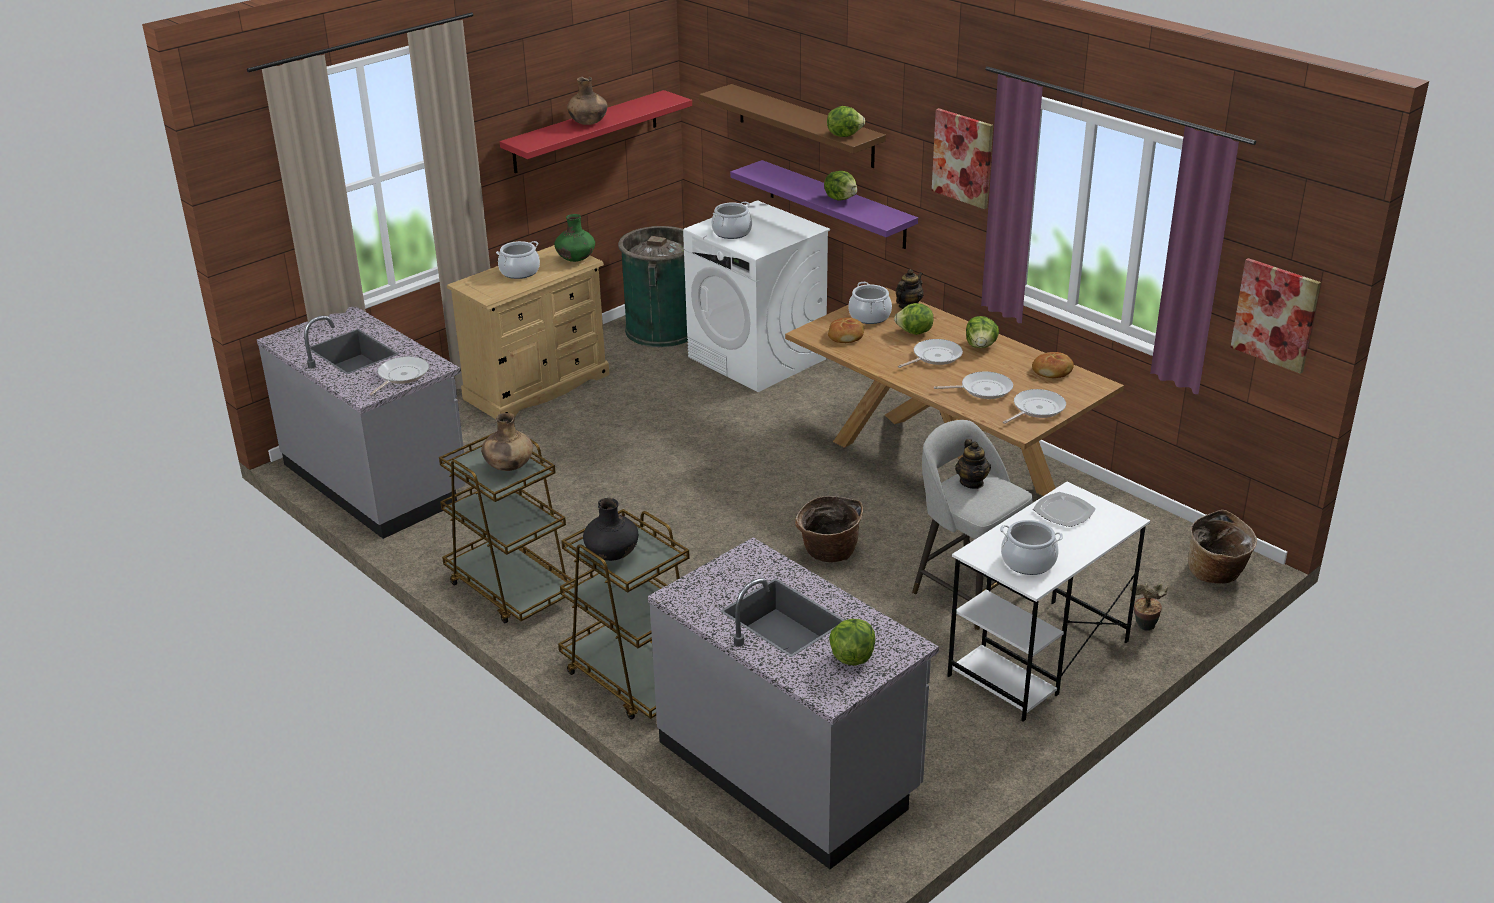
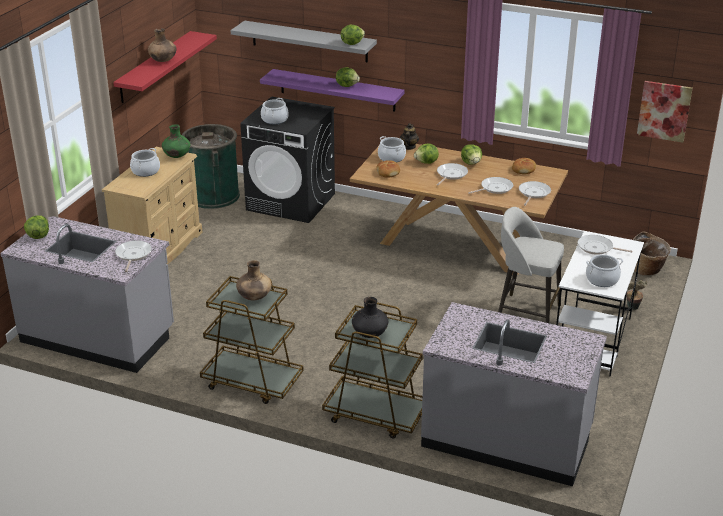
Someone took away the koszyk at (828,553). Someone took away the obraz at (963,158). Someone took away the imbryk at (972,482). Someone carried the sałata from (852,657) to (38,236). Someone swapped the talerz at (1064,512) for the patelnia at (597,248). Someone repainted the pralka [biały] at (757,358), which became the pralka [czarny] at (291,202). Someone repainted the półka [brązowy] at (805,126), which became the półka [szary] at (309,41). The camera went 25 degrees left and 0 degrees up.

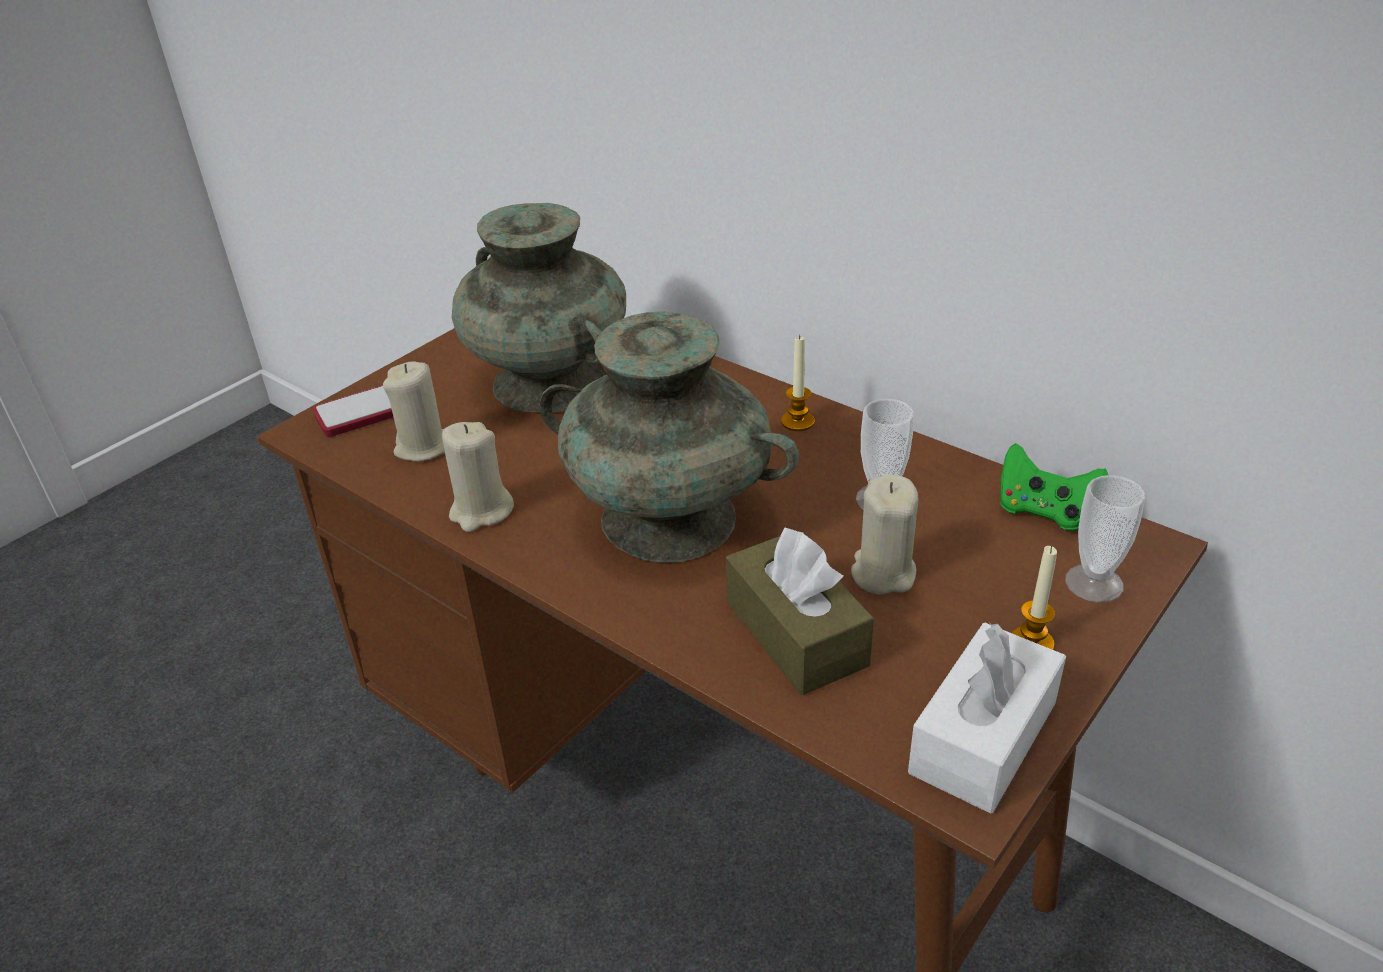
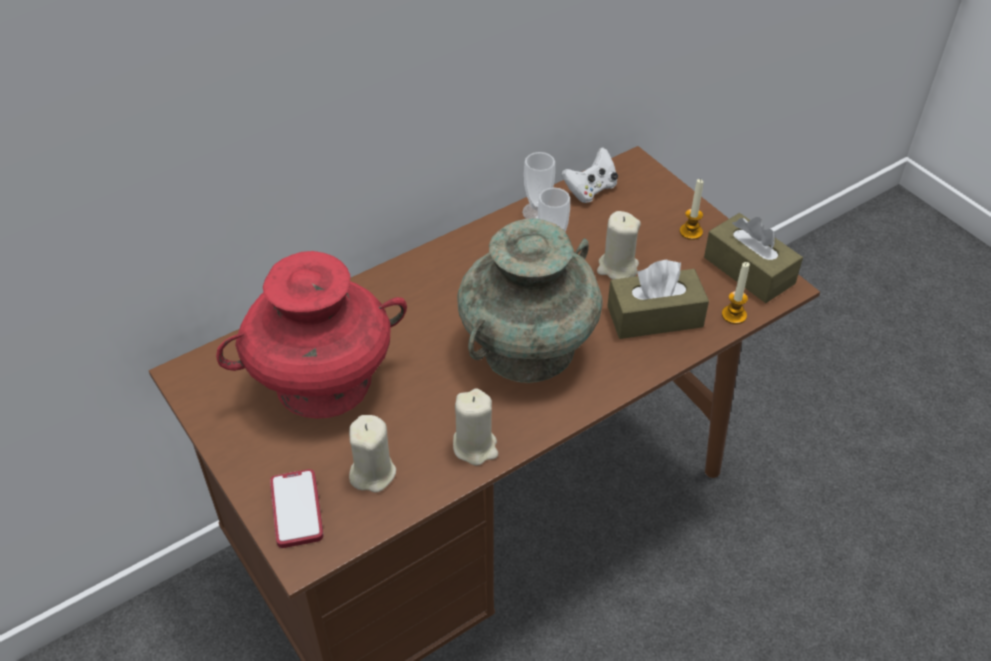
Someone carried the świeca from (797,422) to (734,315). Someone carried the filiżanka from (1094,583) to (538,212). Someone repainted the wazon [turkusowy] at (548,382), which became the wazon [czerwony] at (322,382). Someone repainted the pudełko chusteczek [biały] at (983,738), which became the pudełko chusteczek [brązowy] at (749,270). Someone repainted the pad do gier [zielony] at (1044,511), which became the pad do gier [biały] at (590,190). The camera went 75 degrees left and 10 degrees up.

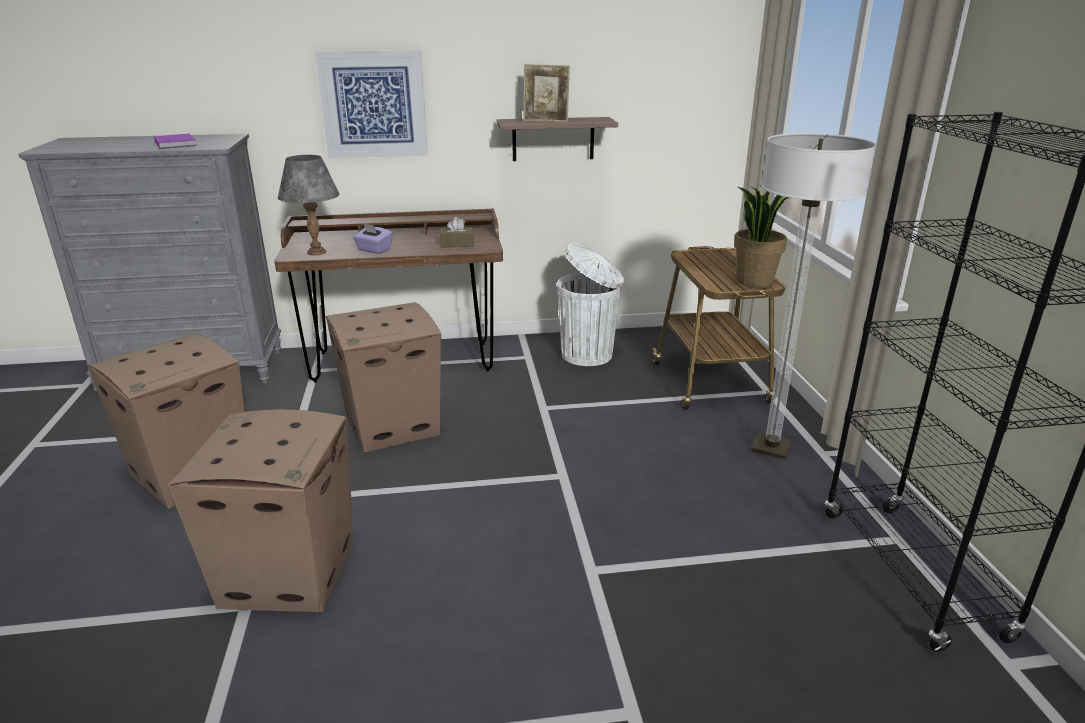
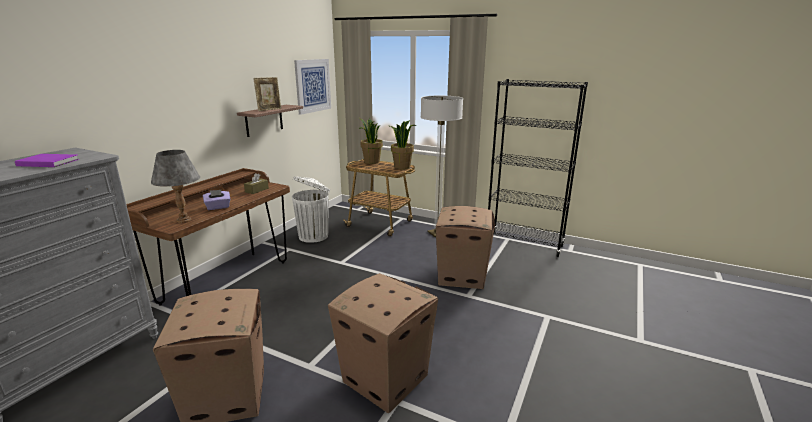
Someone put down the roślina doniczkowa at (371,162). Someone carried the obraz from (373,104) to (313,85). Someone carried the karton from (393,425) to (462,276). The camera went 55 degrees left and 5 degrees down.

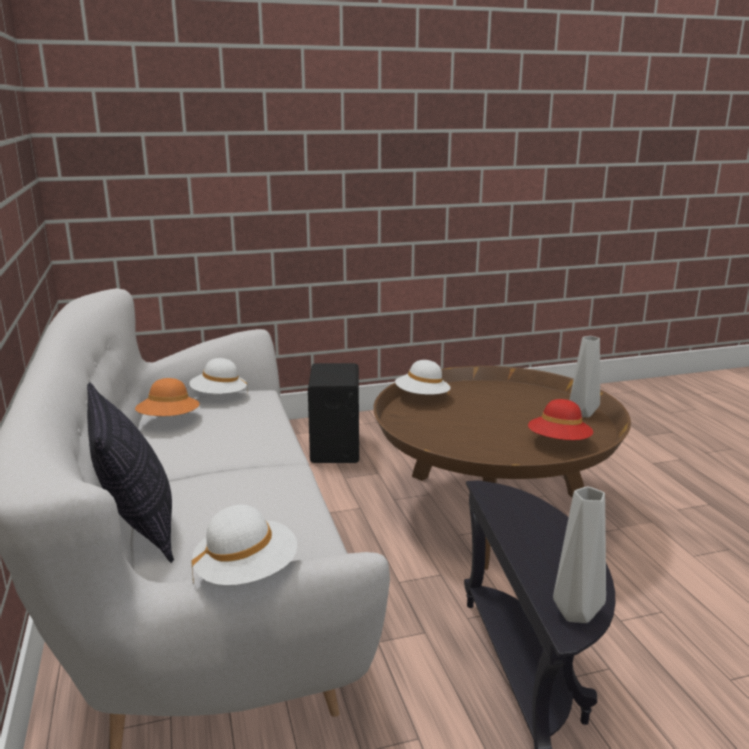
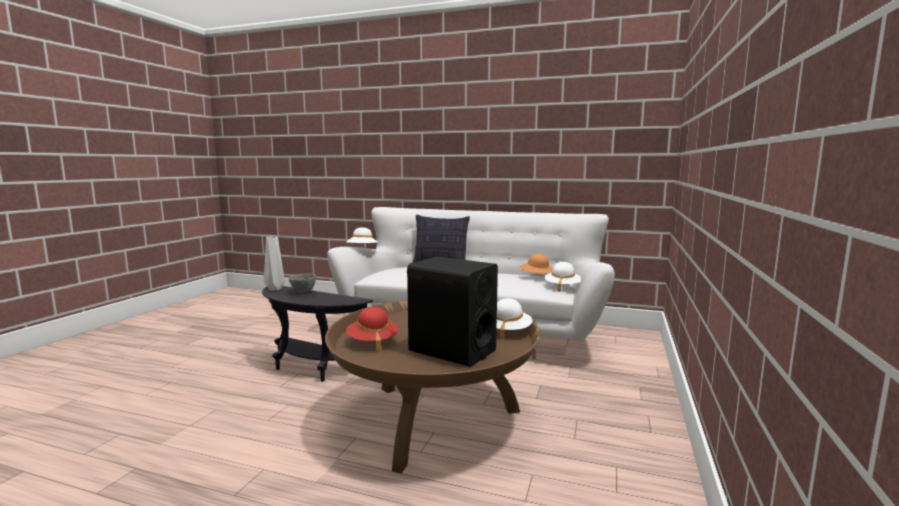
Someone took away the wazon [szary] at (581,413). Someone put down the miska [szary] at (303,292). Someone carried the głośnik [czarny] from (335,448) to (451,350). The camera went 125 degrees right and 10 degrees down.

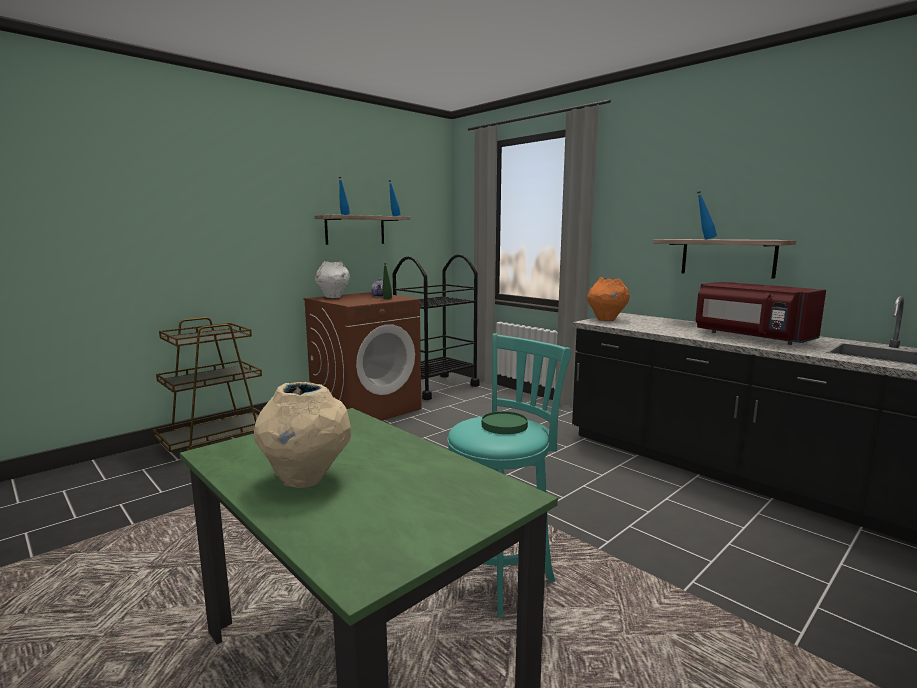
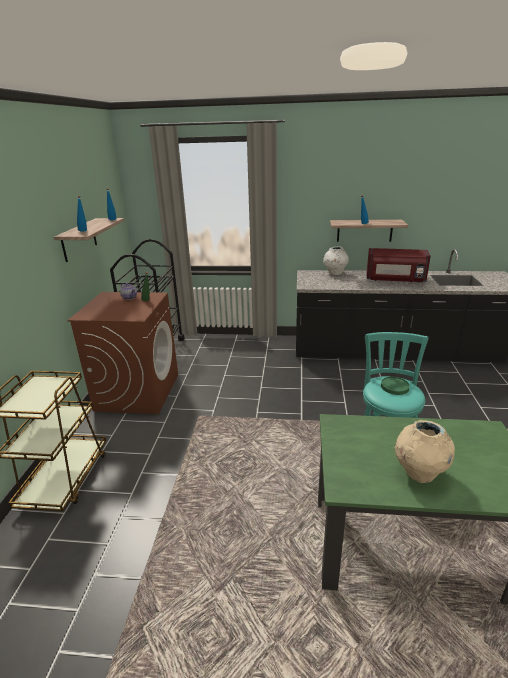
Someone took away the wazon [pomarańczowy] at (606,319). Someone carried the wazon [biały] from (333,297) to (335,273). The camera went 40 degrees left and 15 degrees up.

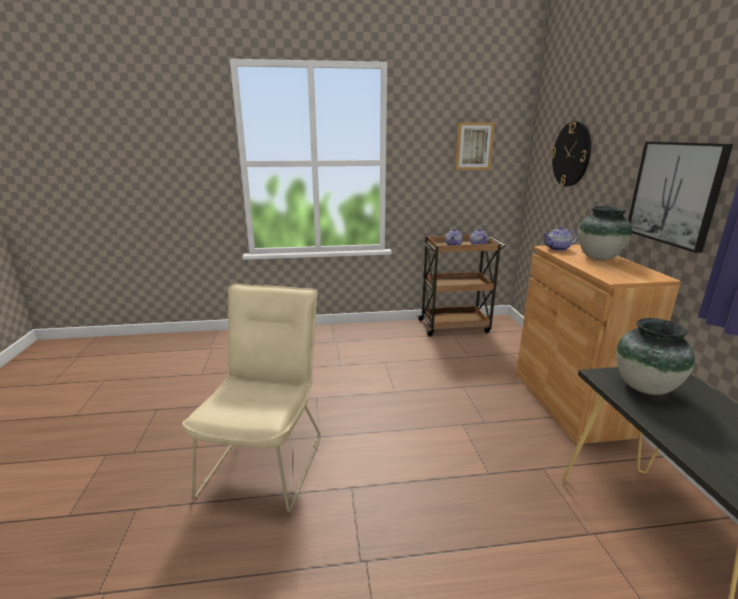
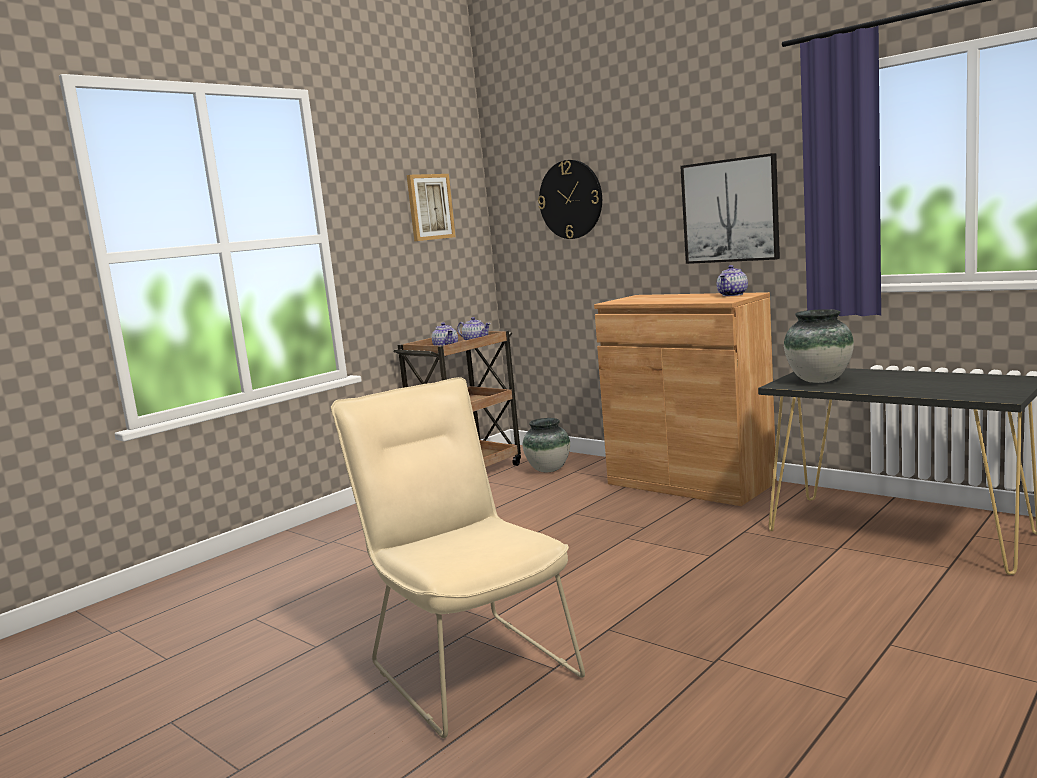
Someone carried the imbryk from (558,249) to (733,295). Someone carried the wazon from (598,257) to (548,470). The camera went 40 degrees left and 10 degrees down.

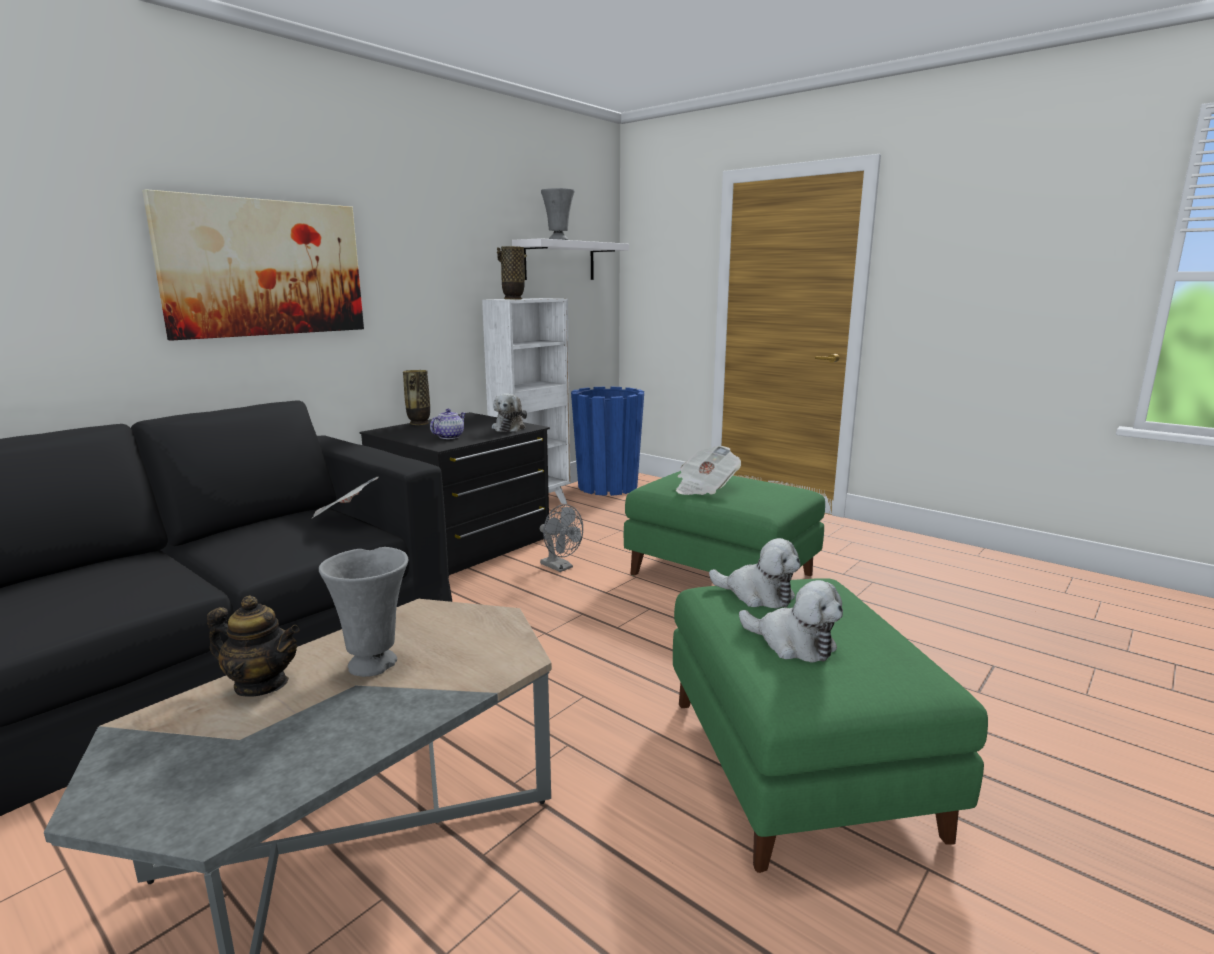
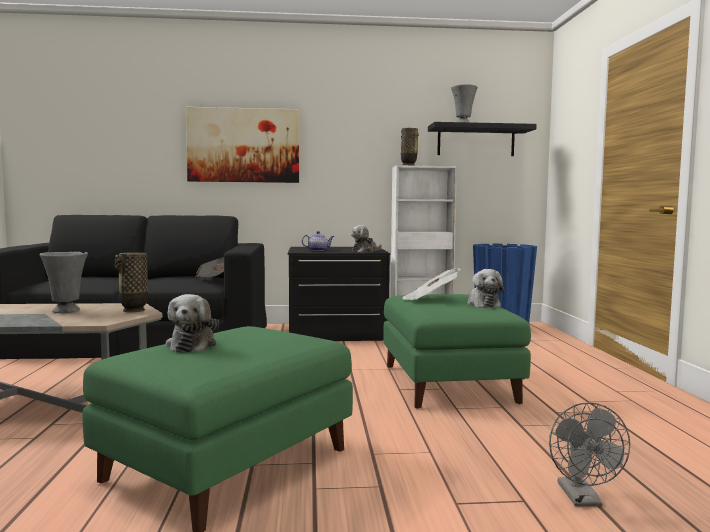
Someone took away the imbryk at (261,684). Someone carried the wazon from (419,423) to (134,311). Someone carried the wentylator [szary] from (560,567) to (583,499). Someone carried the pluszak from (757,595) to (482,304). Someone repainted the półka [biały] at (559,261), which became the półka [czarny] at (476,141). The camera went 45 degrees right and 10 degrees down.

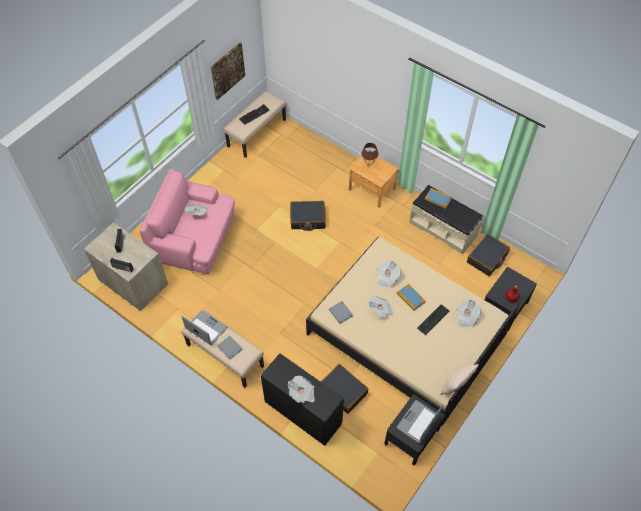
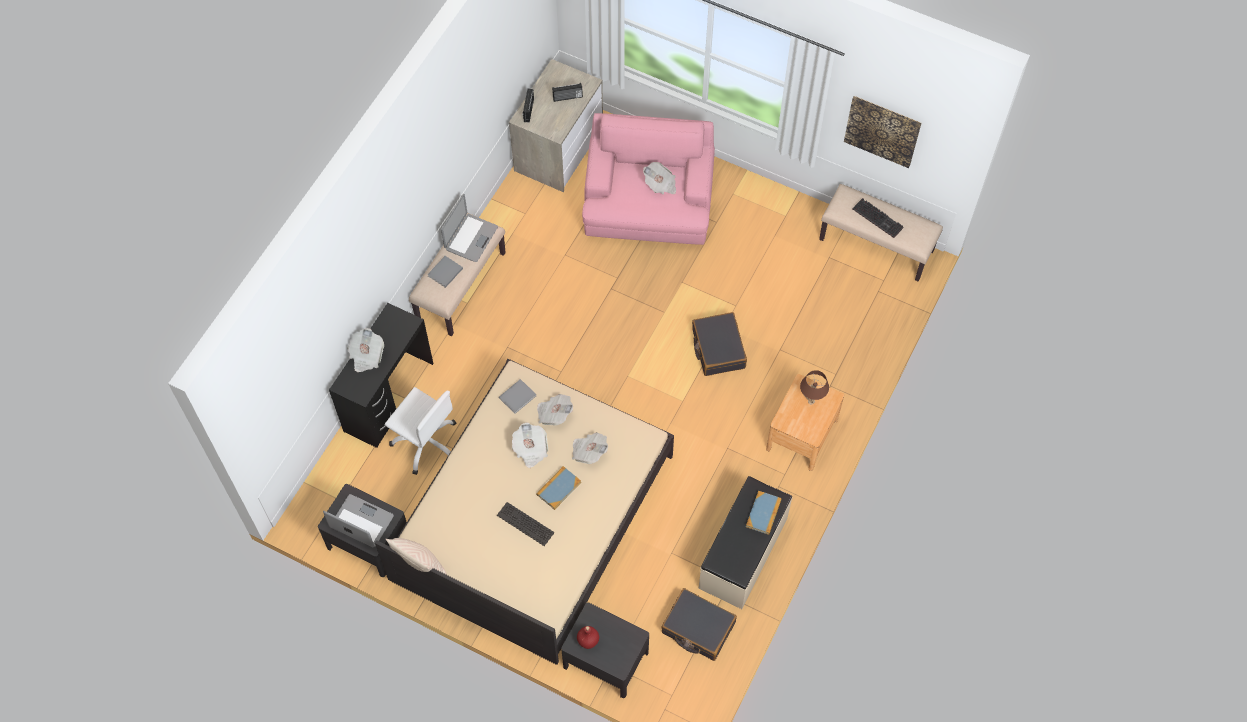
Someone carried the gazeta from (466,317) to (554,414). Someone swapped the walizka [czarny] at (343,391) for the krzesło biurowe [biały] at (426,442). The camera went 80 degrees right and 5 degrees up.

